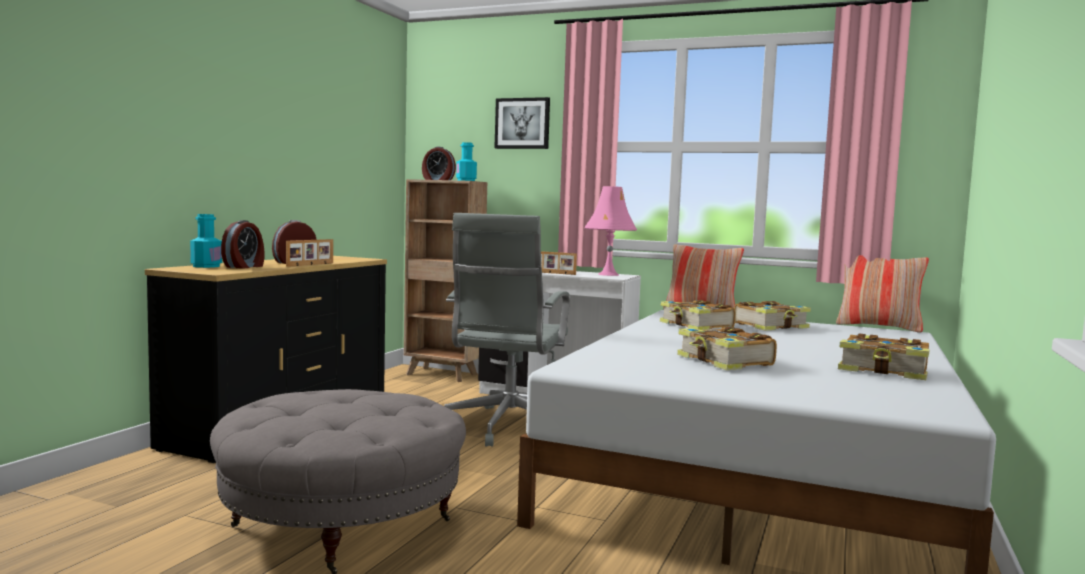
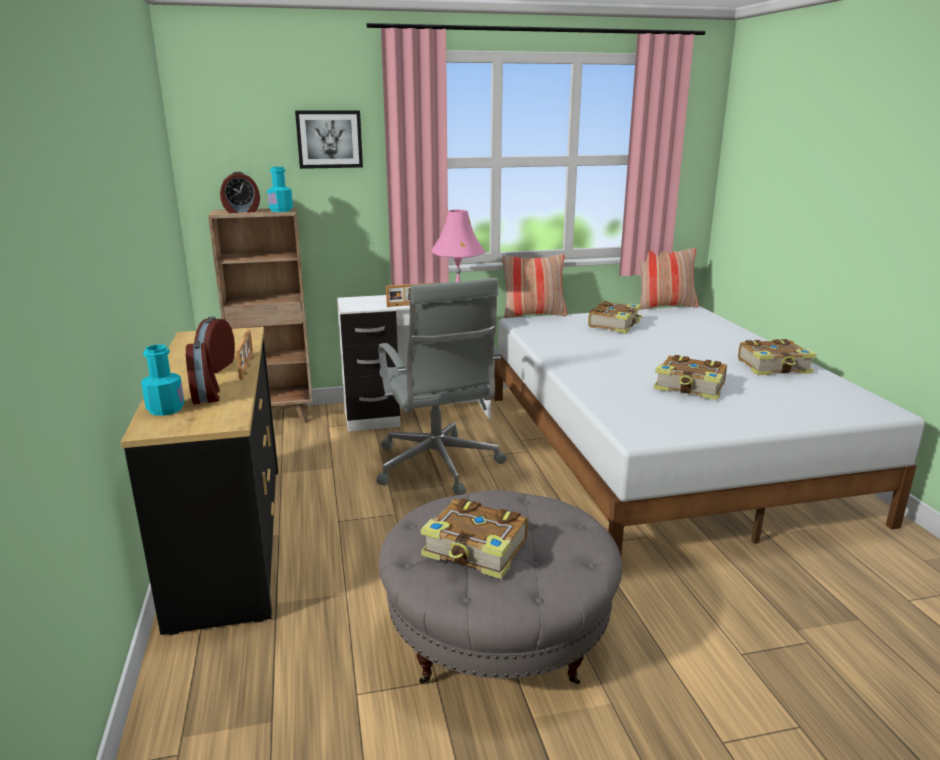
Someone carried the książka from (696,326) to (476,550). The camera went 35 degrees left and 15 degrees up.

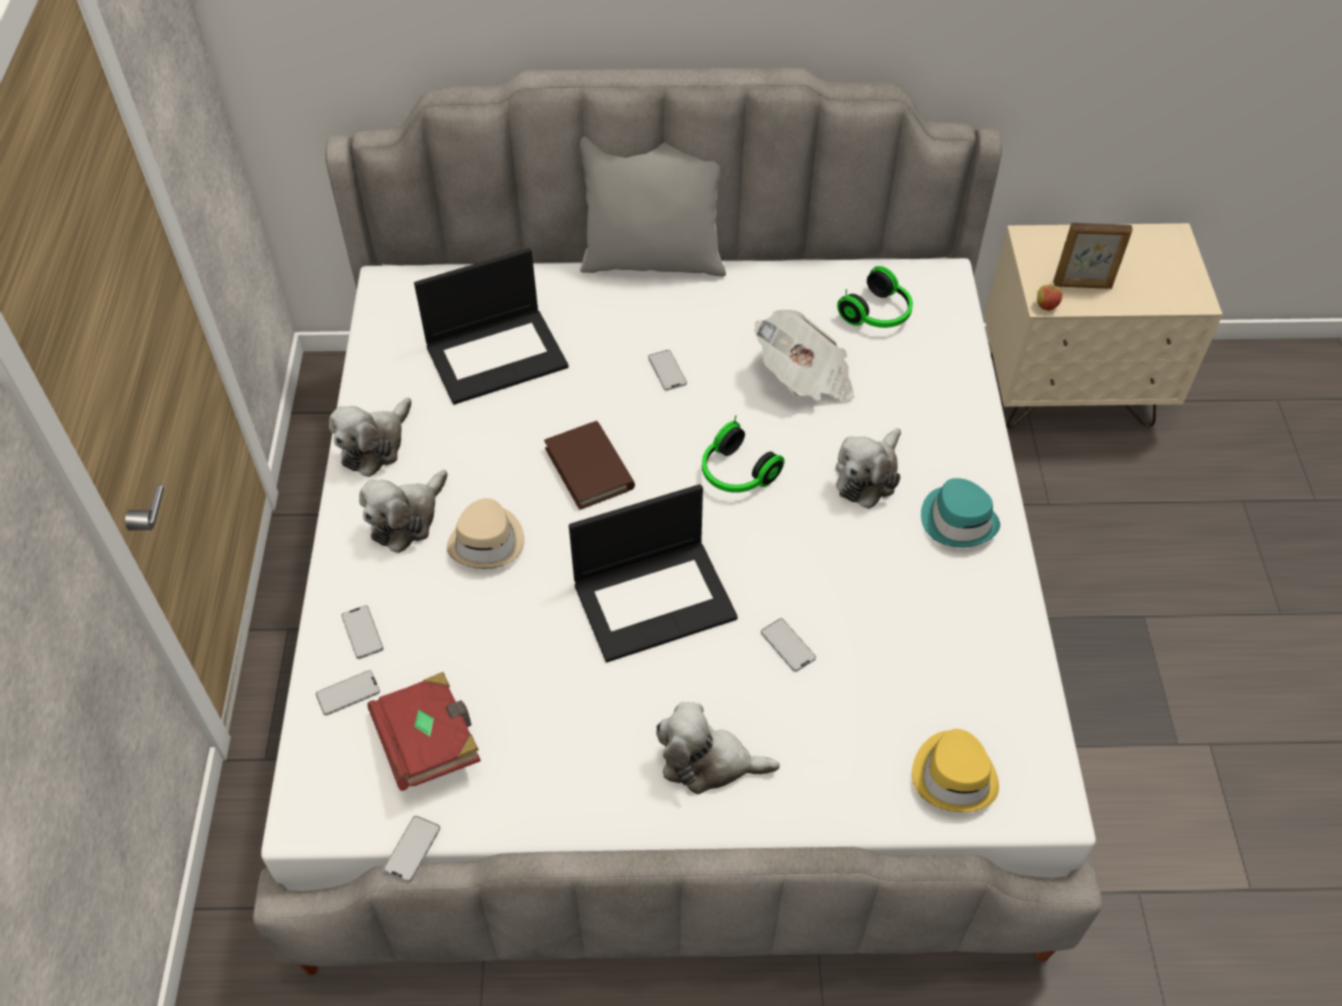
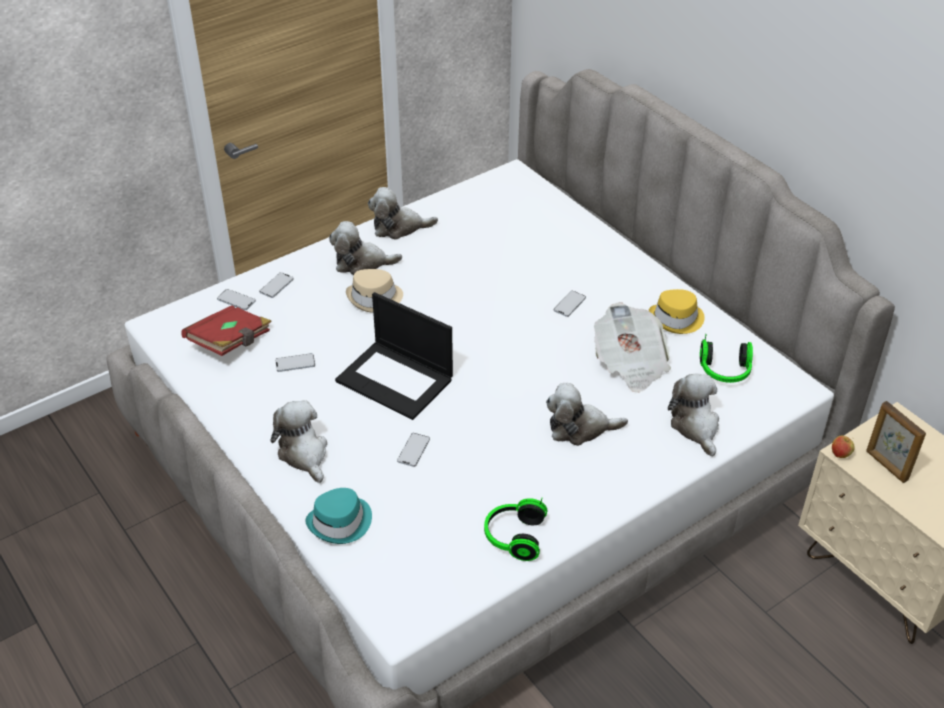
Someone took away the laptop at (497,355). Someone took away the książka [brązowy] at (589,468). Someone took away the poduszka [szary] at (653,260). Someone put down the pluszak at (695,426). Someone carried the telefon from (412,849) to (295,363). Someone carried the słuchawki from (735,474) to (513,537). Someone carried the kapelusz [żółty] from (955,775) to (677,319). Someone carried the kapelusz [turkusowy] from (958,520) to (341,522). The camera went 55 degrees right and 10 degrees down.

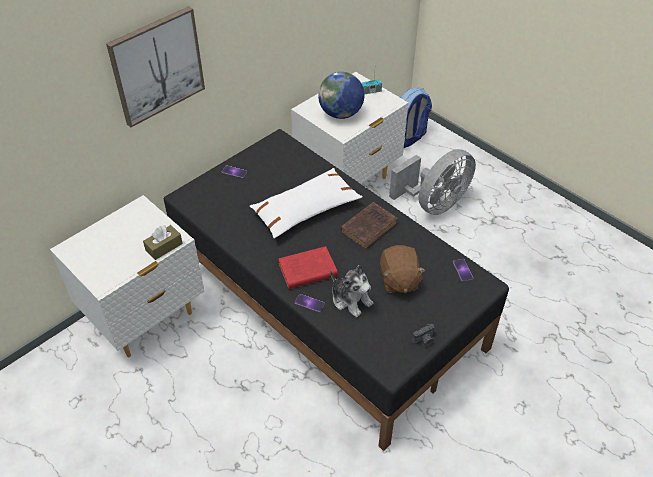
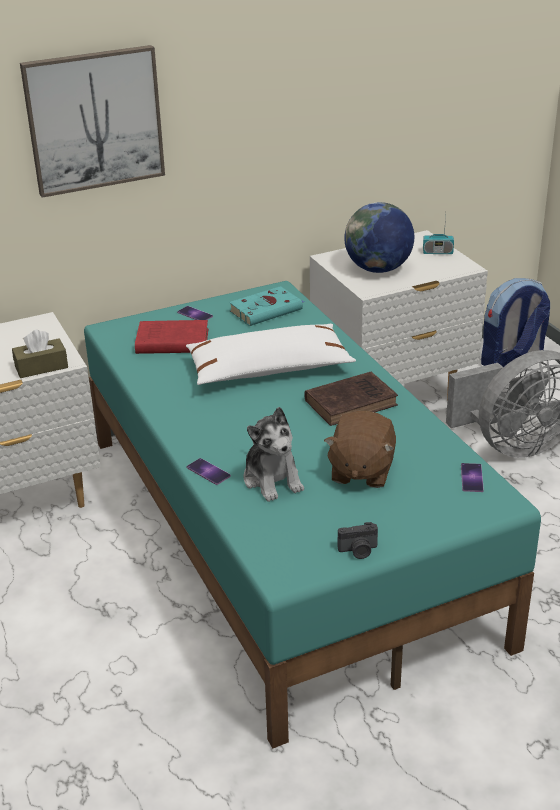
Someone put down the książka [turkusowy] at (267,310). Someone carried the książka [czerwony] from (306,270) to (170,342). Someone repainted the łóżko [czarny] at (326,301), which became the łóżko [turkusowy] at (284,532). The camera went 20 degrees right and 15 degrees down.

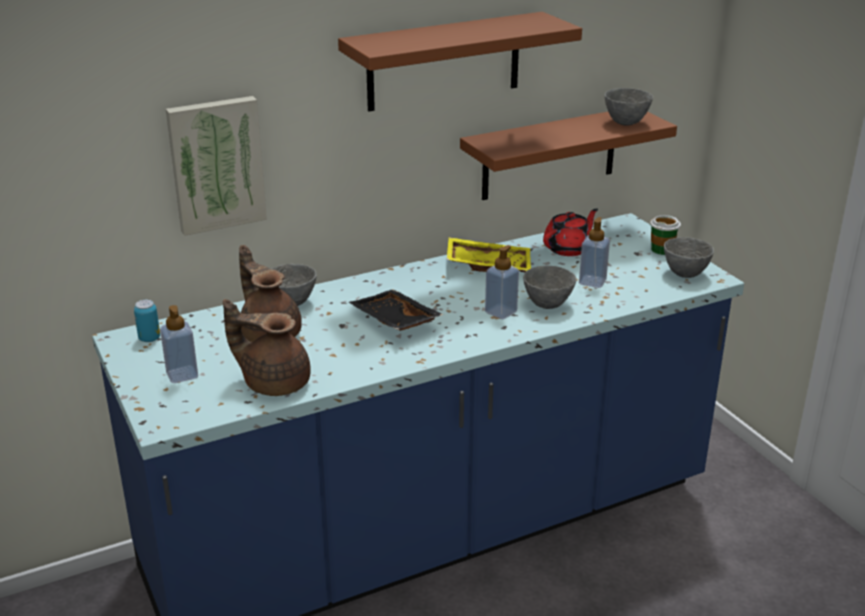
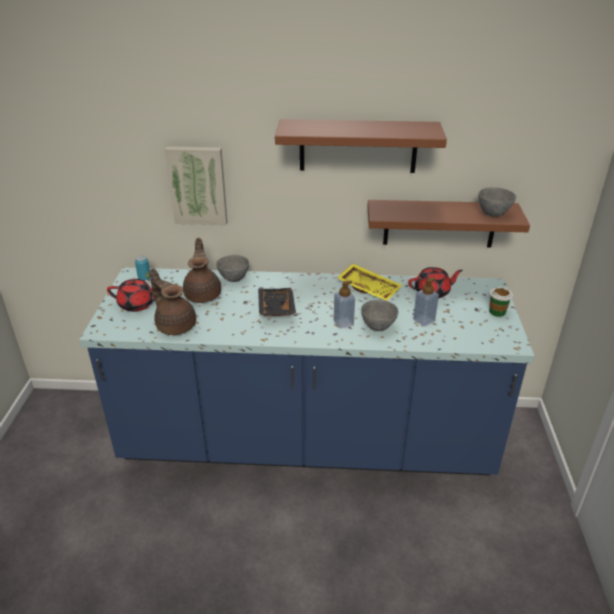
Someone took away the miska [szary] at (684,274). Someone swapped the dozownik mydła at (182,375) for the imbryk [czerwony] at (137,305). The camera went 30 degrees right and 5 degrees up.

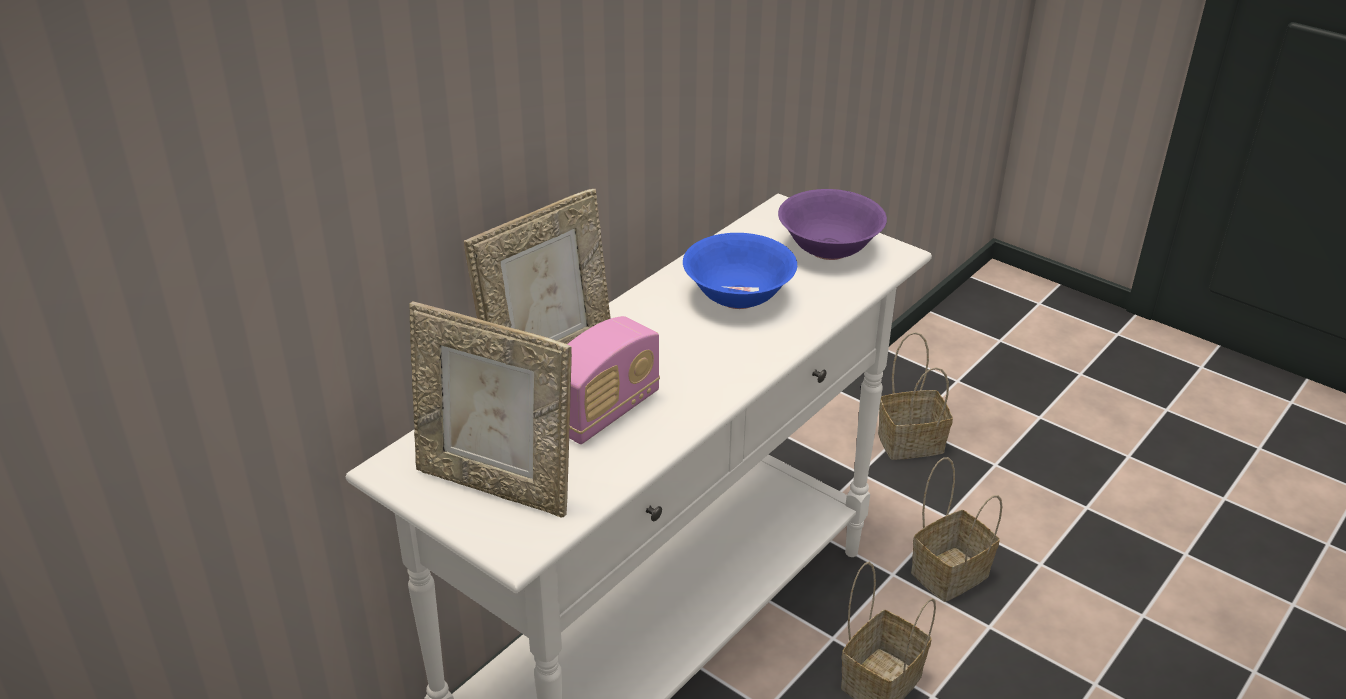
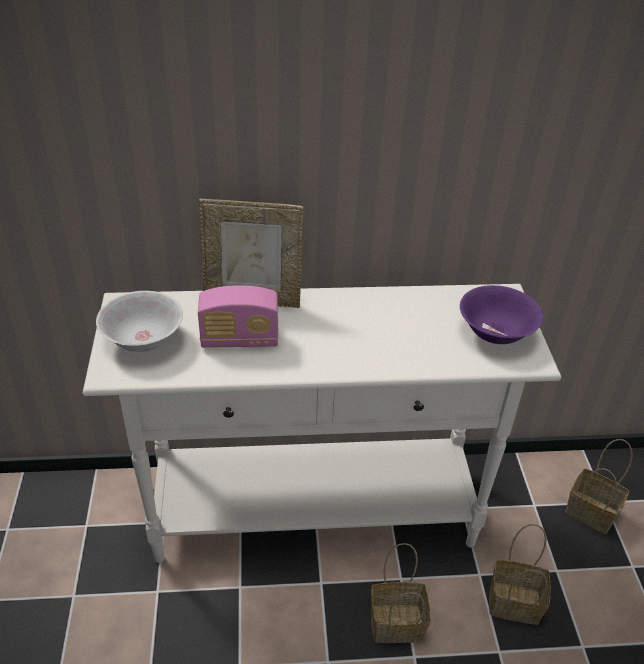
Someone took away the miska [niebieski] at (738,297). Someone swapped the ramka na zdjęcie at (496,485) for the miska [biały] at (144,340). The camera went 45 degrees right and 5 degrees up.

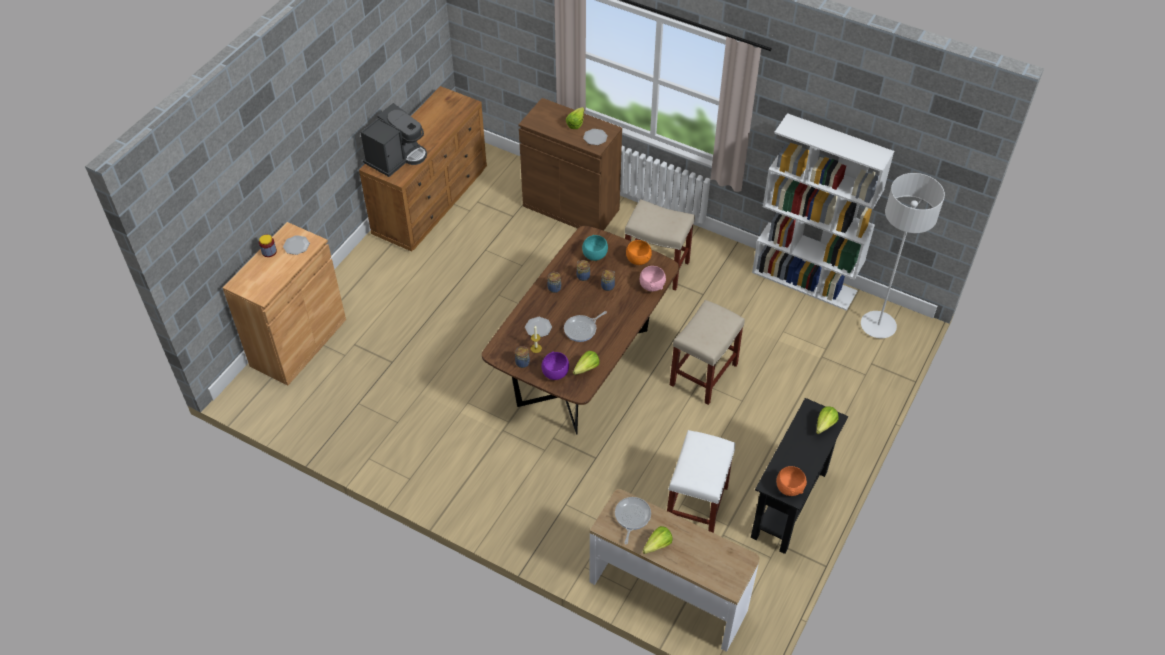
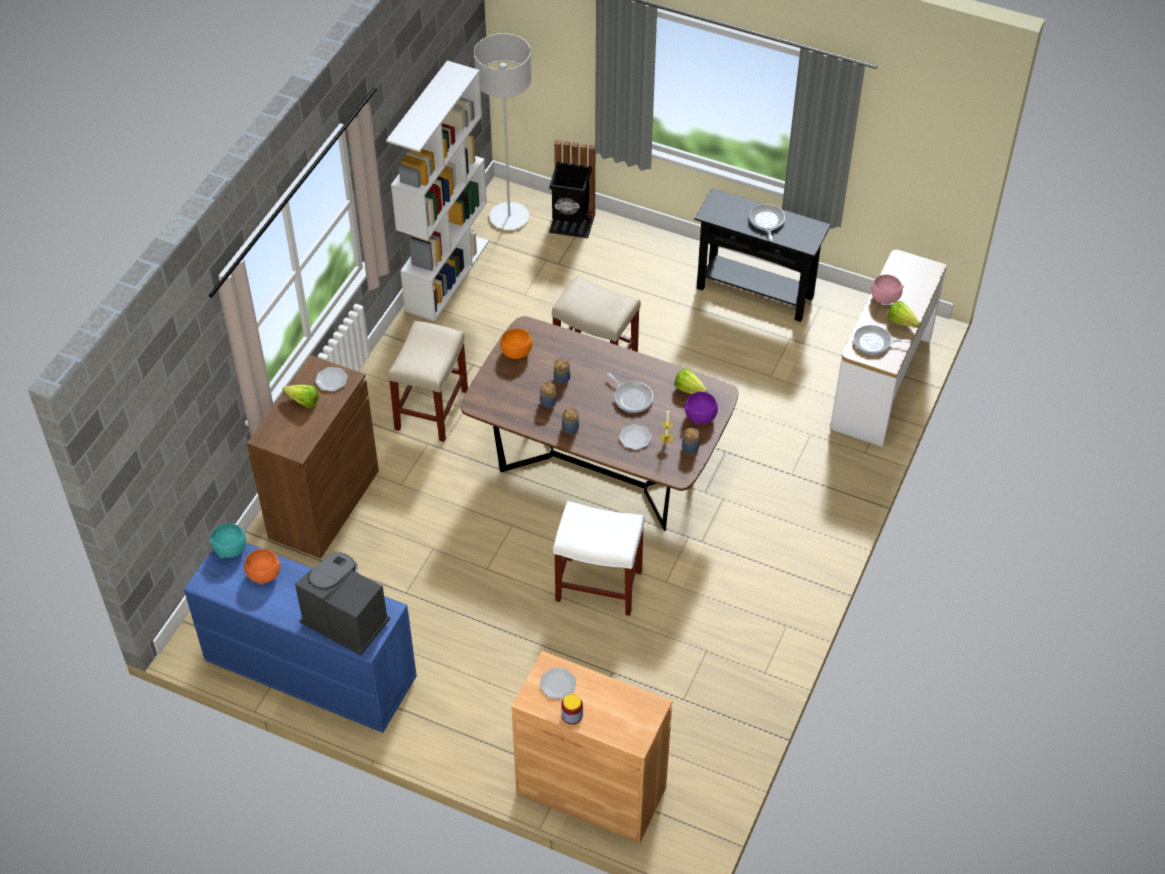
Someone took away the sałata at (822,427). Someone put down the kosz na śmieci [czarny] at (572,225). Someone put down the patelnia at (766,221). Someone carried the miska [turkusowy] from (595,255) to (231,549). Someone carried the miska [różowy] from (652,285) to (884,298). Someone carried the stołek [biały] from (696,505) to (597,585). Someone carried the miska [pomarańczowy] from (789,487) to (263,575). Someone repainted the komoda [brązowy] at (431,201), which became the komoda [niebieski] at (309,670). The camera went 95 degrees left and 0 degrees up.

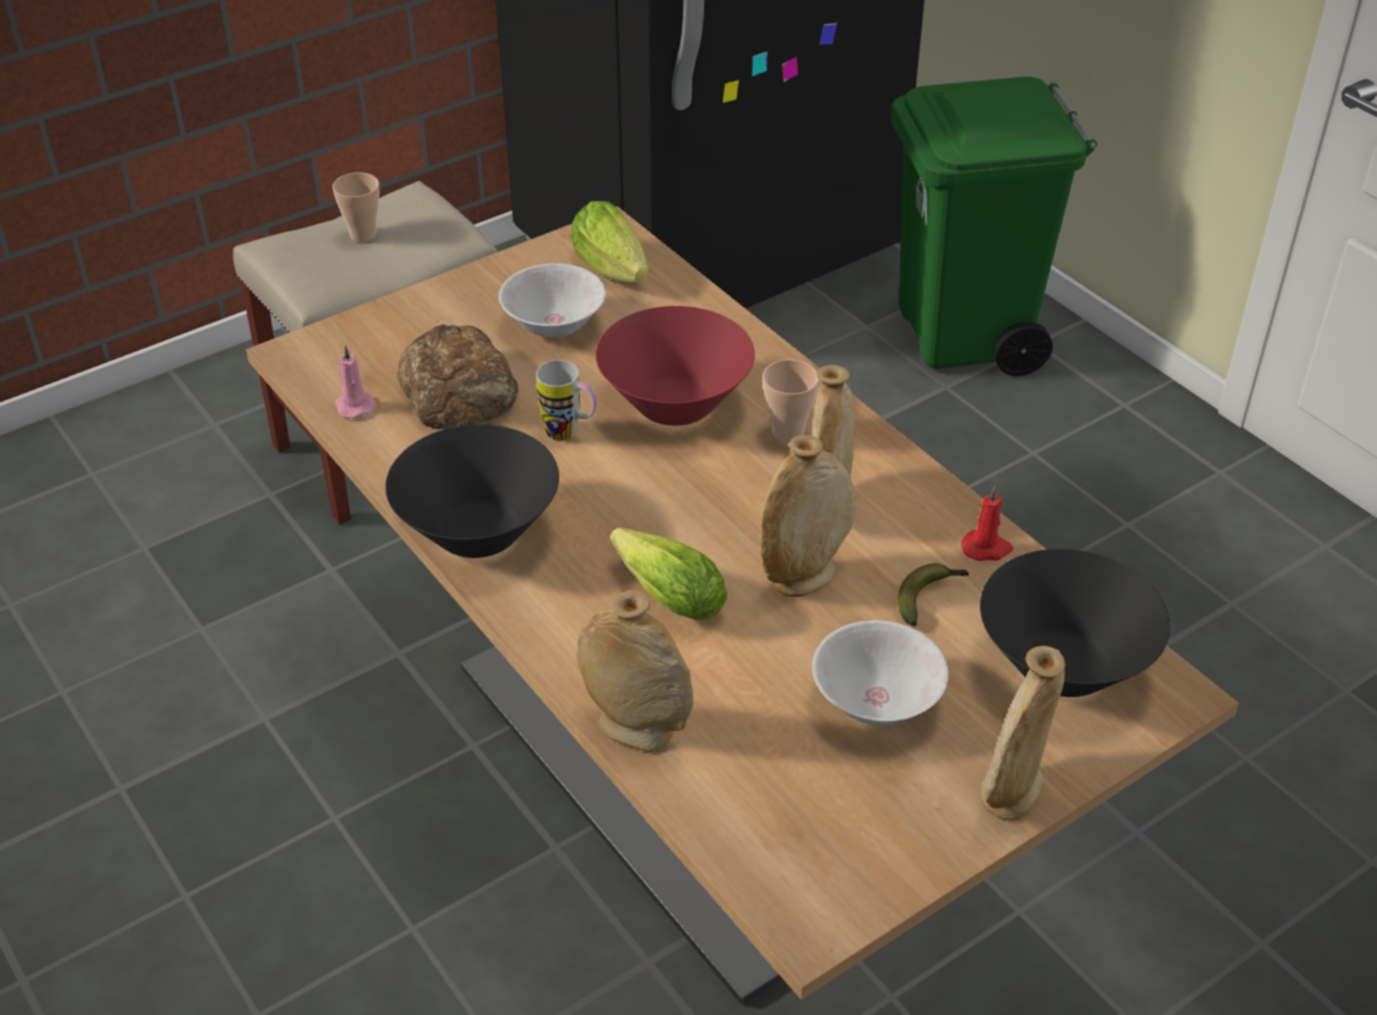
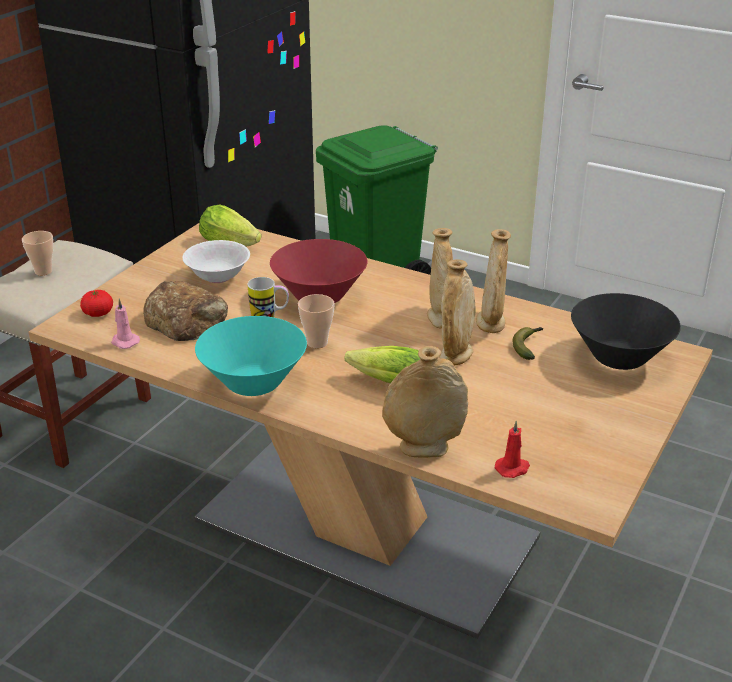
Someone took away the miska [biały] at (875,702). Someone put down the pomidor at (98,313). Someone carried the filiżanka from (788,432) to (317,343). Someone carried the świeca [czerwony] from (987,548) to (513,468). Someone carried the wazon [beżowy] from (1011,790) to (490,323). Someone repainted the miska [czarny] at (478,532), which became the miska [turkusowy] at (253,383). The camera went 25 degrees left and 10 degrees down.

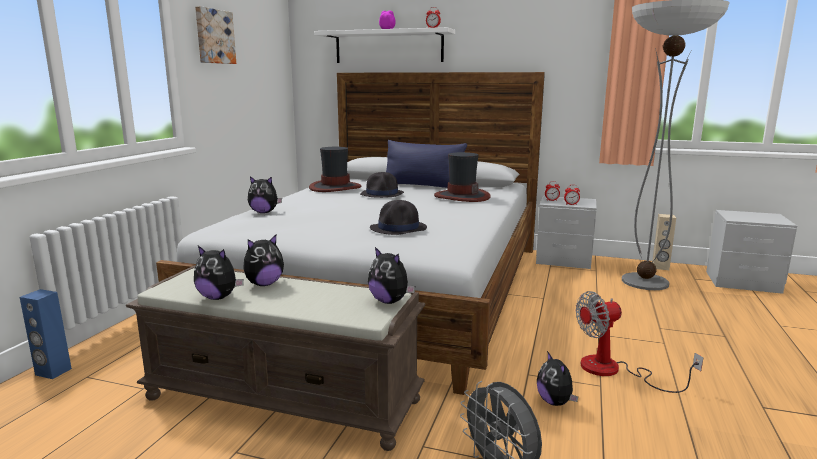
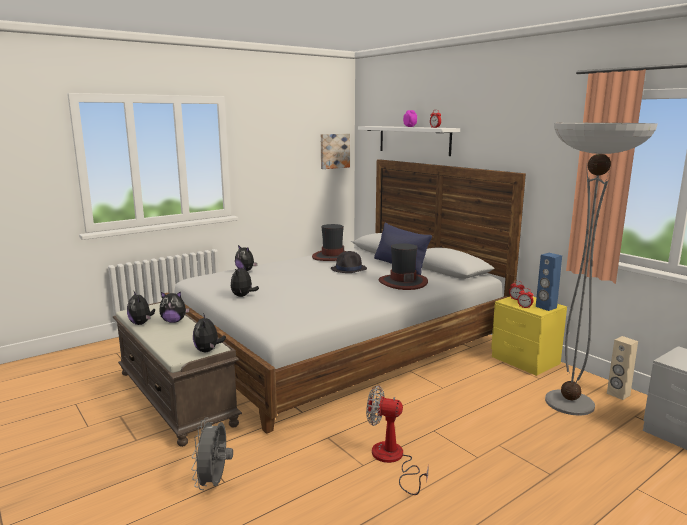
Someone took away the kapelusz [czarny] at (398,228). Someone carried the głośnik [niebieski] from (53,372) to (546,307). Someone carried the obraz from (214,36) to (334,151). Someone carried the pluszak from (555,402) to (243,296). Someone repainted the szafka nocna [szary] at (563,260), which became the szafka nocna [żółty] at (525,360). The camera went 35 degrees right and 0 degrees up.

